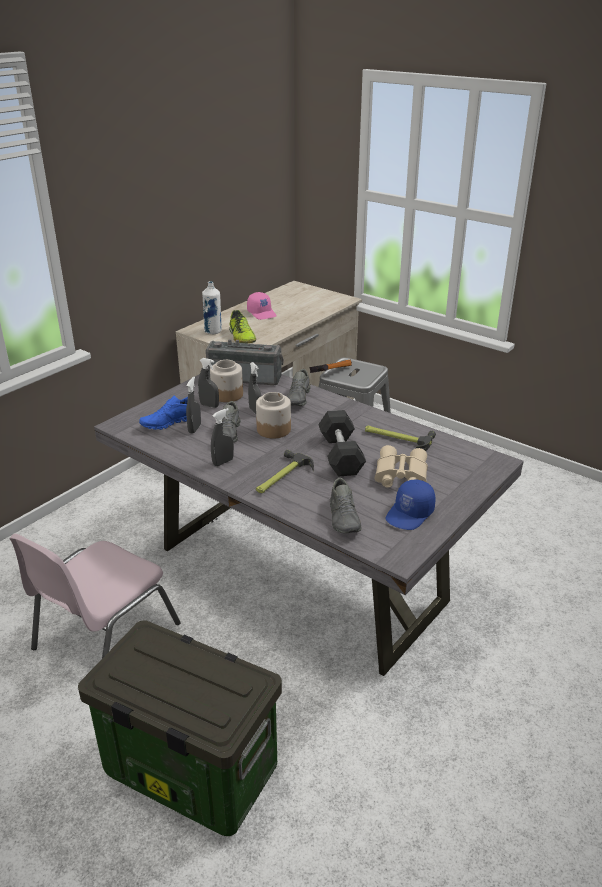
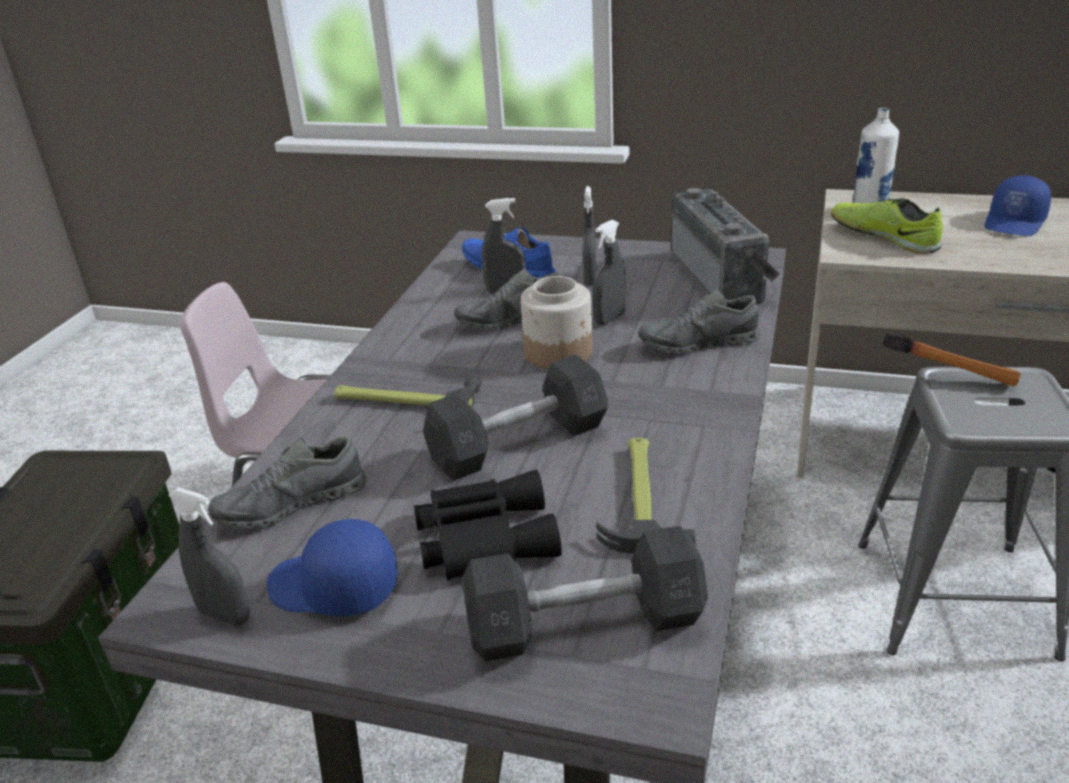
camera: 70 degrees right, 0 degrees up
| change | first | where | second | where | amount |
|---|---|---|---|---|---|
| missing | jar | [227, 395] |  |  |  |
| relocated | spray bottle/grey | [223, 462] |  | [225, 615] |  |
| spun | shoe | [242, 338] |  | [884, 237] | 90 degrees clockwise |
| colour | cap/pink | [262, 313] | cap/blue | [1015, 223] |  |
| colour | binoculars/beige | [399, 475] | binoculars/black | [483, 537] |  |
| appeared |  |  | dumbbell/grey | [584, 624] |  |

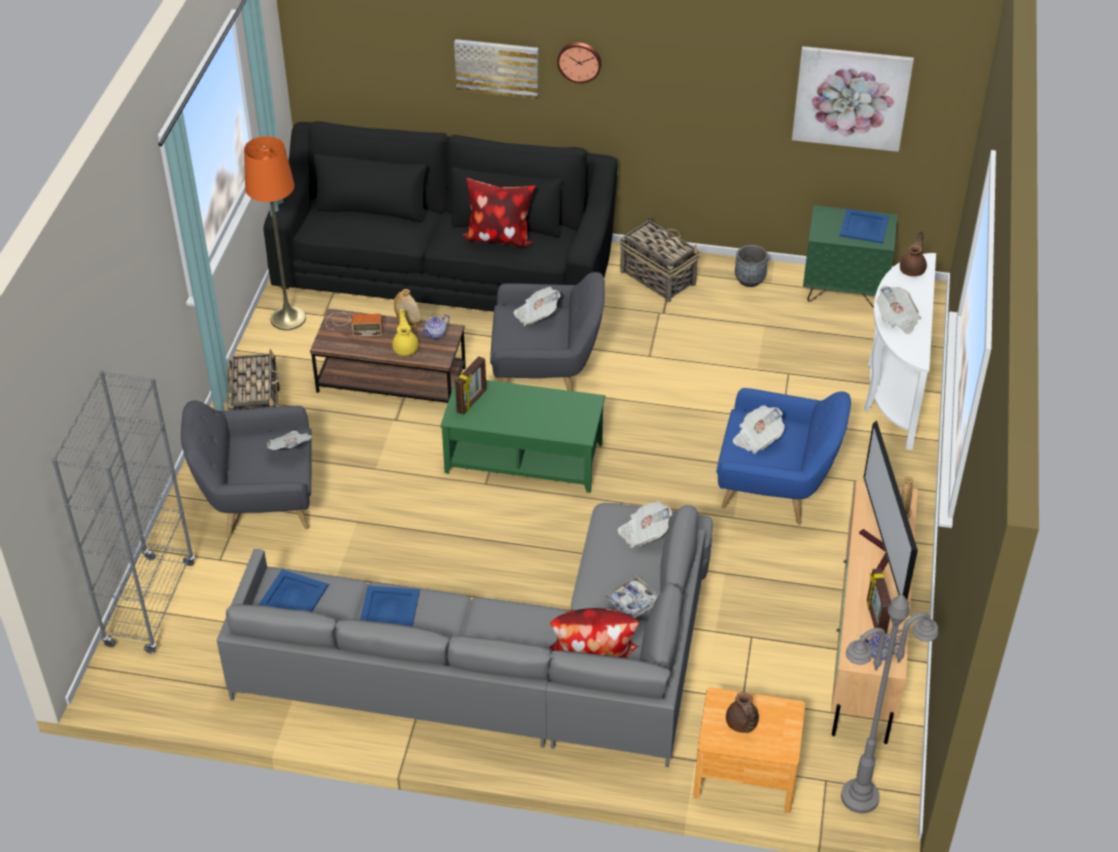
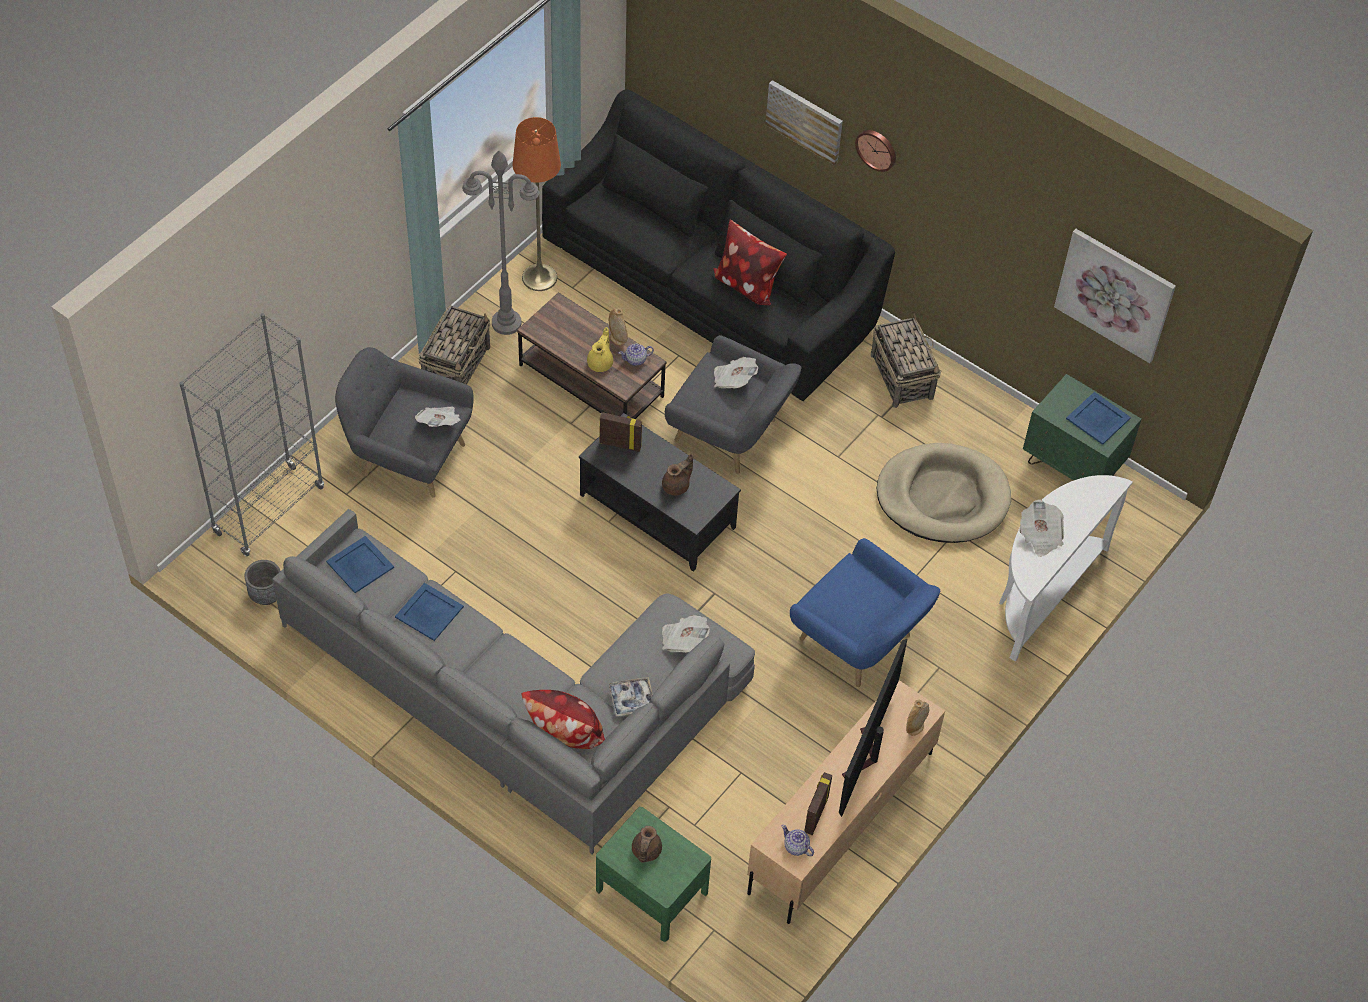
camera: 25 degrees right, 10 degrees up
| change | first | where | second | where | amount |
|---|---|---|---|---|---|
| missing | radio | [352, 325] |  |  |  |
| colour | coffee table/green | [523, 459] | coffee table/black | [656, 512] |  |
| spun | picture frame | [472, 401] |  | [620, 444] | 135 degrees counterclockwise |
| colour | nightstand/brown | [745, 773] | nightstand/green | [651, 891] |  |
| missing | newspaper | [757, 439] |  |  |  |
| relocated | planter/grey | [749, 280] |  | [266, 594] |  |
| relocated | floor lamp/grey | [860, 796] |  | [507, 323] |  |
| relocated | teapot/brown | [913, 269] |  | [677, 486] |  |
| appeared |  |  | dog bed/beige | [942, 497] |  |

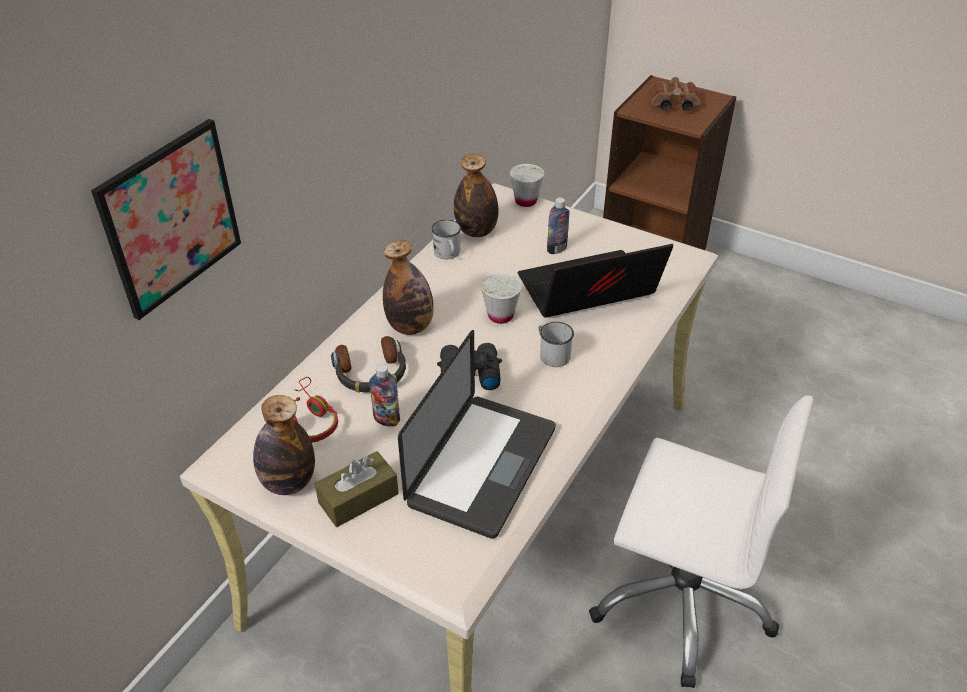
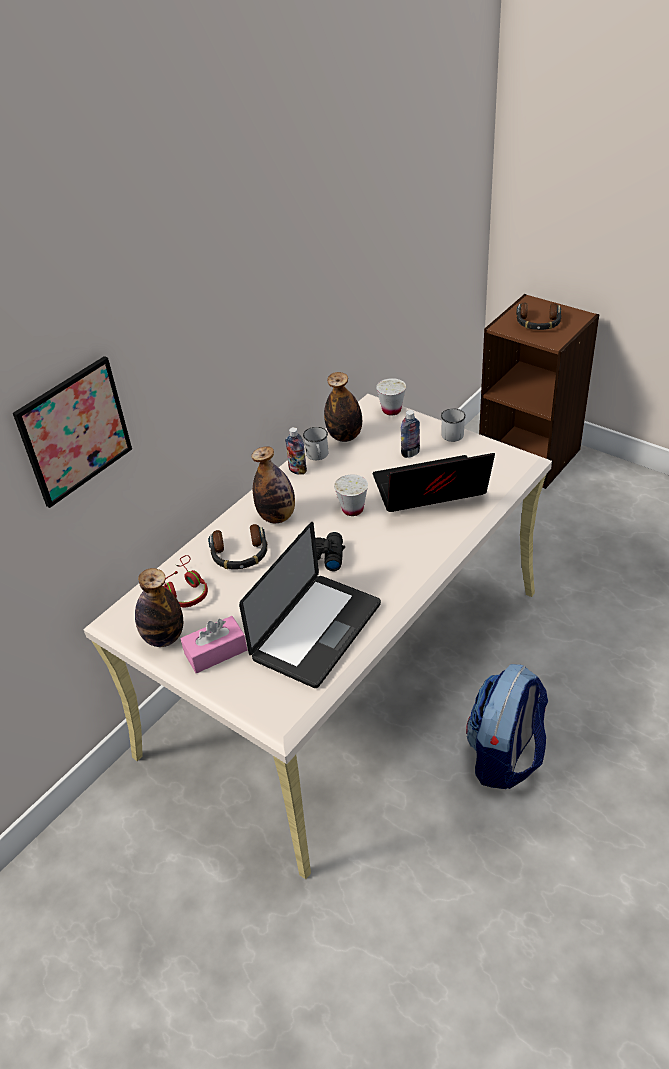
camera: 10 degrees right, 0 degrees up
| change | first | where | second | where | amount |
|---|---|---|---|---|---|
| colour | tissue box/brown | [358, 498] | tissue box/pink | [216, 652] |  |
| relocated | bottle | [386, 419] |  | [297, 470] |  |
| relocated | mug/white | [551, 354] |  | [450, 433] |  |
| exchanged | office chair/white | [681, 599] | backpack | [505, 757] |  |
| exchanged | binoculars/brown | [672, 105] | headphones | [538, 323] |  |

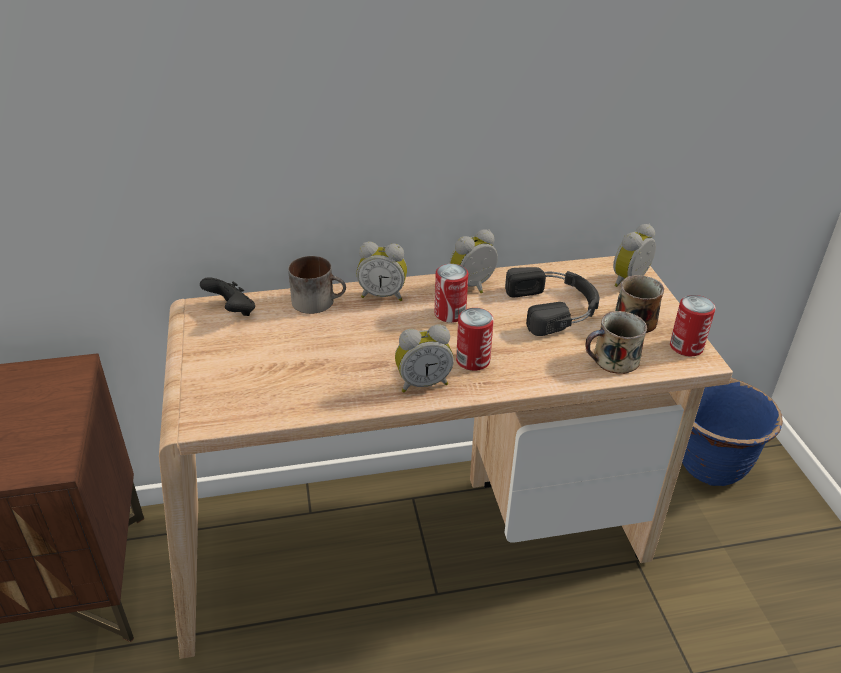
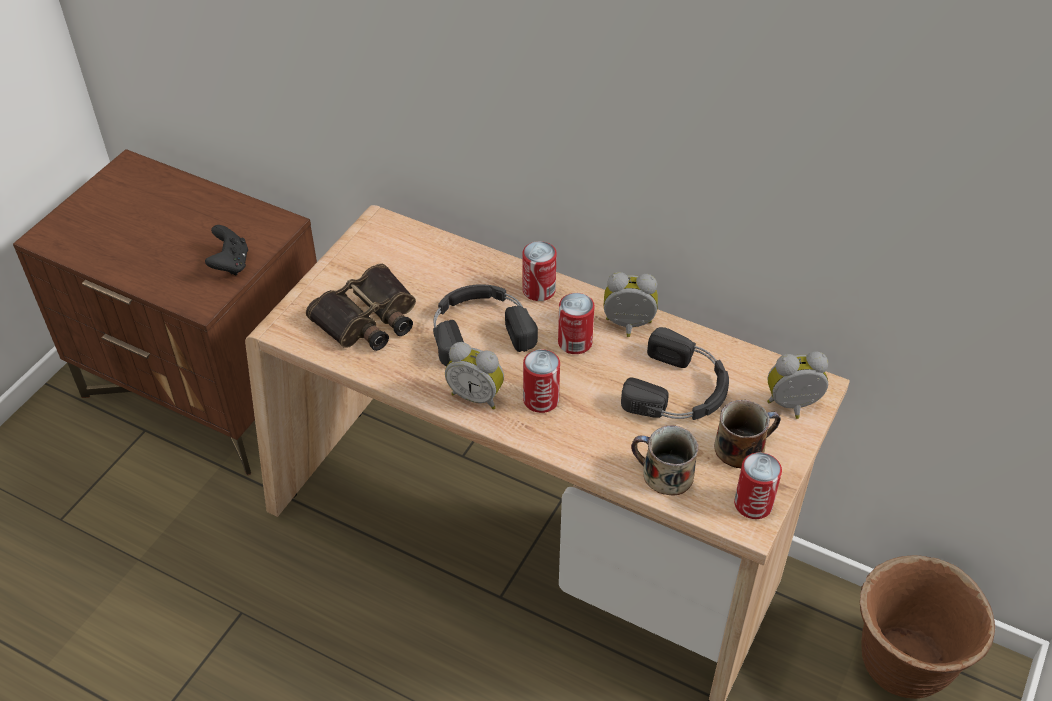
camera: 40 degrees right, 10 degrees up
| change | first | where | second | where | amount |
|---|---|---|---|---|---|
| relocated | game controller/black | [232, 311] |  | [230, 264] |  |
| missing | mug | [319, 301] |  |  |  |
| exchanged | alarm clock | [383, 295] | can | [539, 290] |  |
| colour | planter/blue | [710, 465] | planter/brown | [902, 663] |  |
| appeared |  |  | binoculars | [368, 319] |  |
| appeared |  |  | headphones/black | [479, 329] |  |

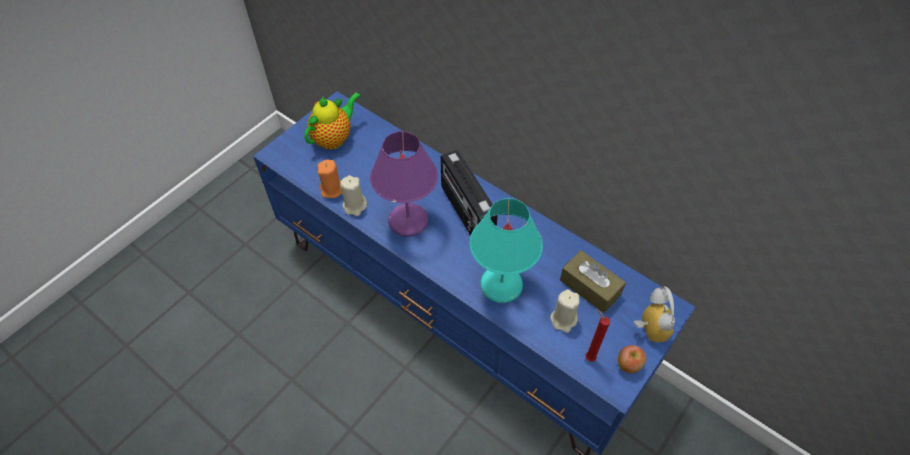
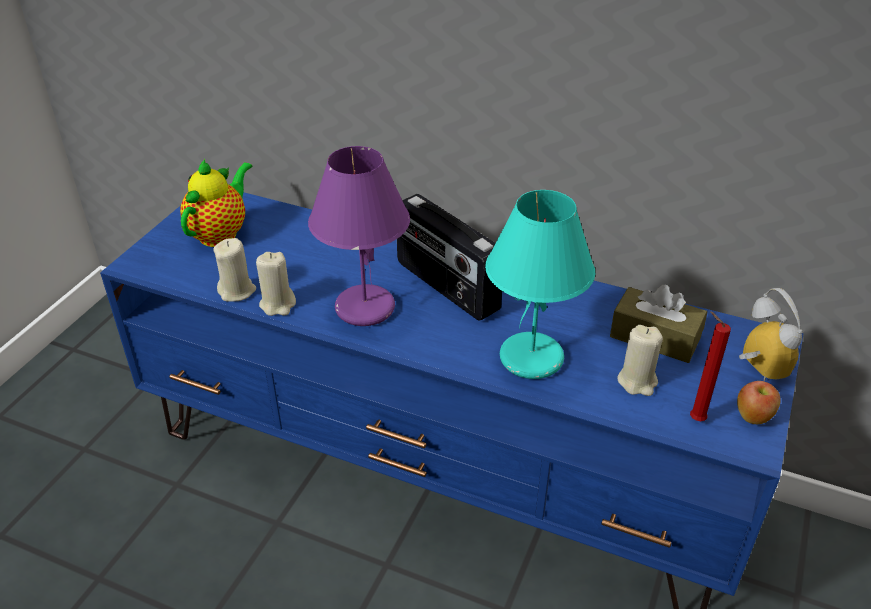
camera: 15 degrees left, 15 degrees down
| change | first | where | second | where | amount |
|---|---|---|---|---|---|
| colour | candle/orange | [332, 189] | candle/beige | [237, 291] |  |

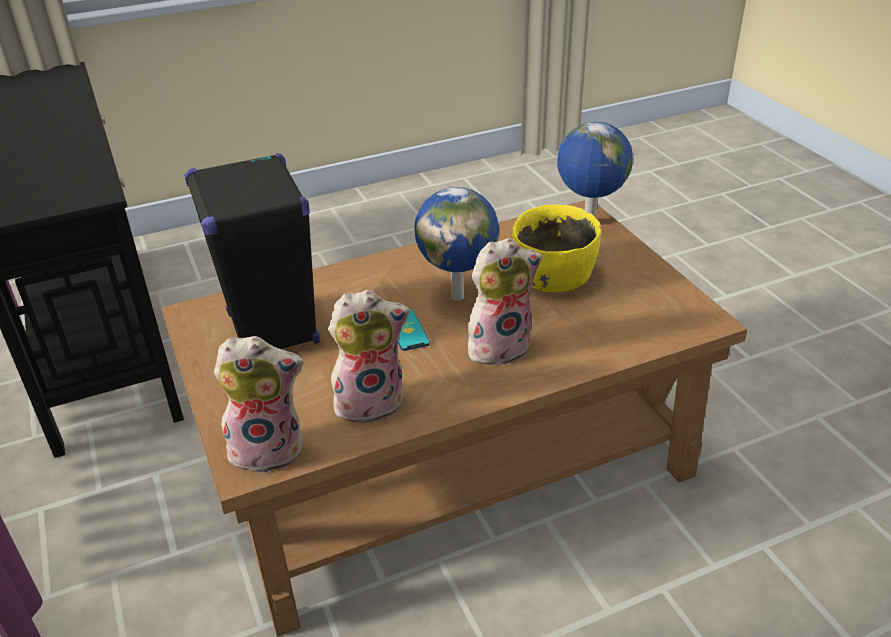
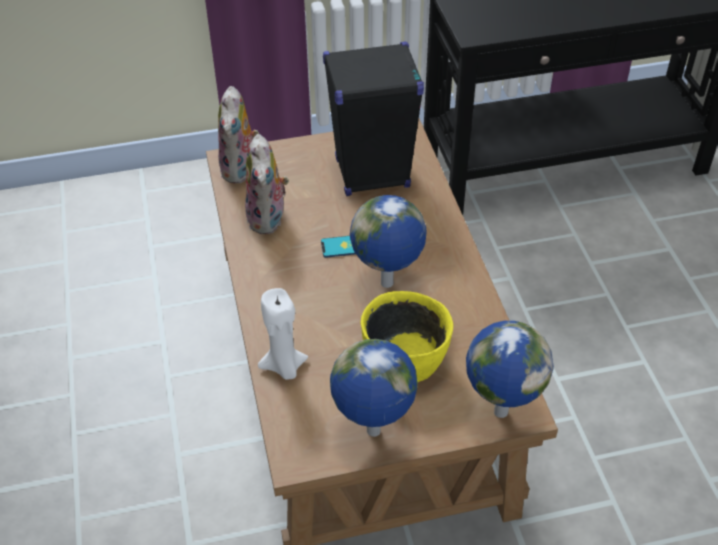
camera: 100 degrees right, 10 degrees up
| change | first | where | second | where | amount |
|---|---|---|---|---|---|
| missing | plush toy | [499, 346] |  |  |  |
| appeared |  |  | candle/white | [284, 367] |  |
| appeared |  |  | globe | [373, 432] |  |

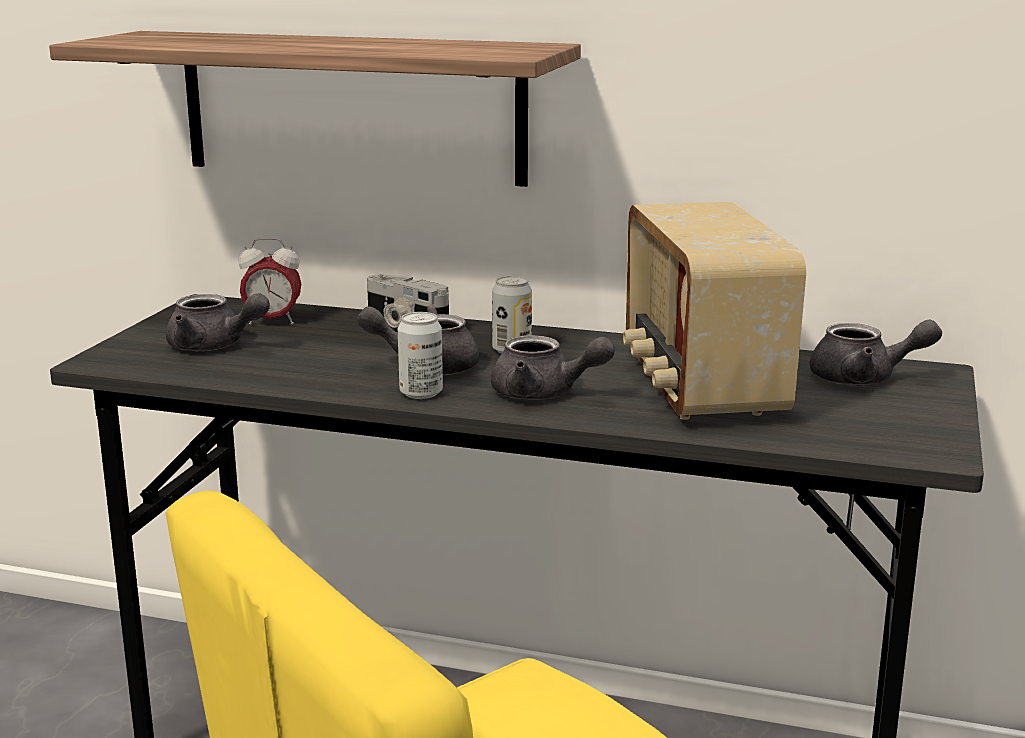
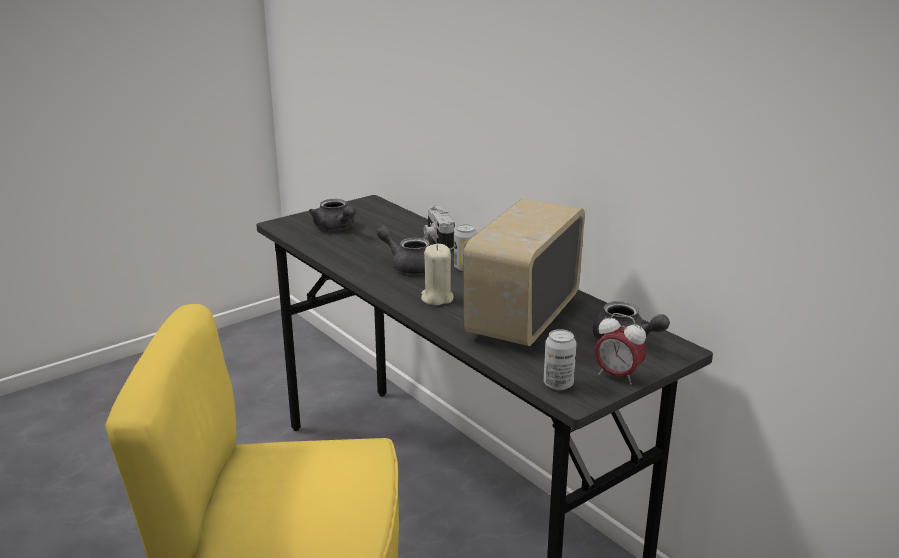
camera: 35 degrees right, 5 degrees up
| change | first | where | second | where | amount |
|---|---|---|---|---|---|
| missing | shelf | [352, 107] |  |  |  |
| relocated | alarm clock | [272, 321] |  | [617, 376] |  |
| relocated | can | [421, 393] |  | [558, 384] |  |
| exchanged | teapot/grey | [544, 394] | candle/beige | [437, 298] |  |

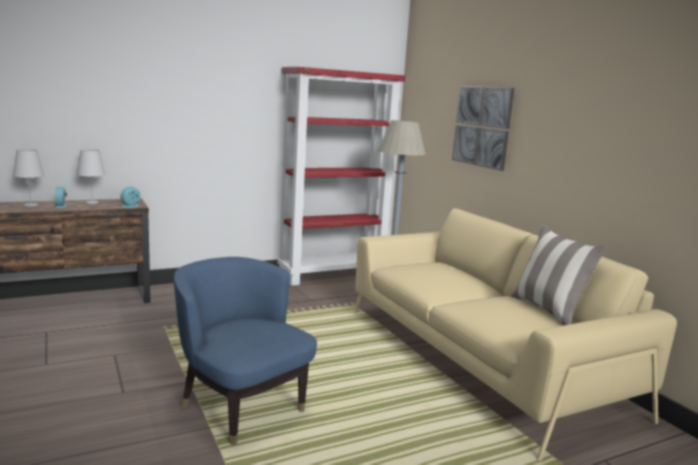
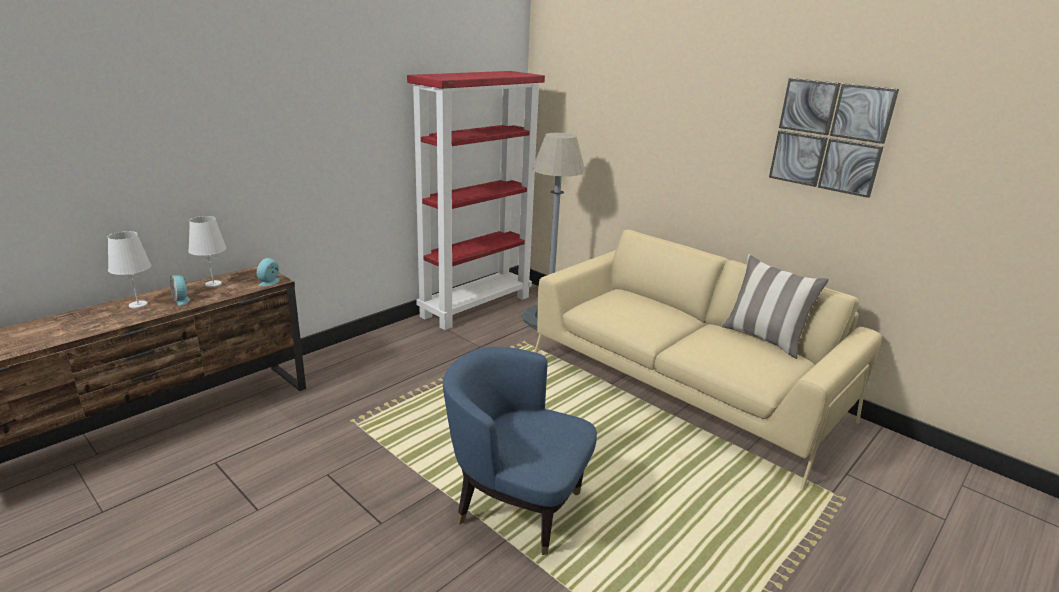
camera: 20 degrees left, 10 degrees up
| change | first | where | second | where | amount |
|---|---|---|---|---|---|
| relocated | picture | [482, 126] |  | [829, 136] |  |

